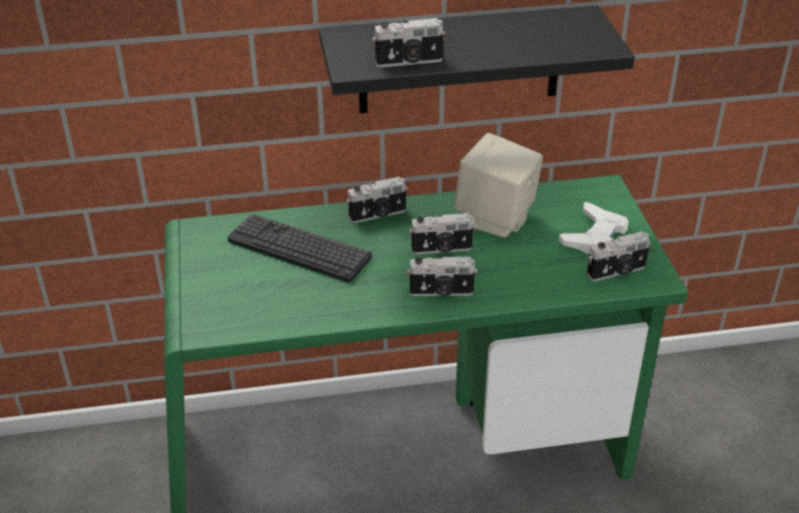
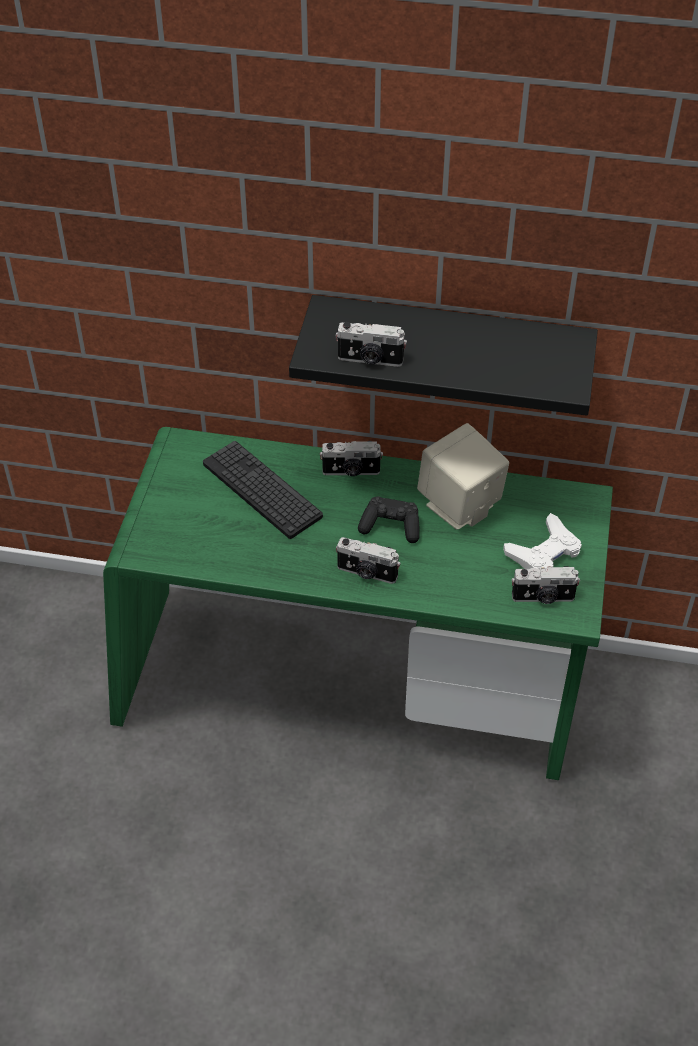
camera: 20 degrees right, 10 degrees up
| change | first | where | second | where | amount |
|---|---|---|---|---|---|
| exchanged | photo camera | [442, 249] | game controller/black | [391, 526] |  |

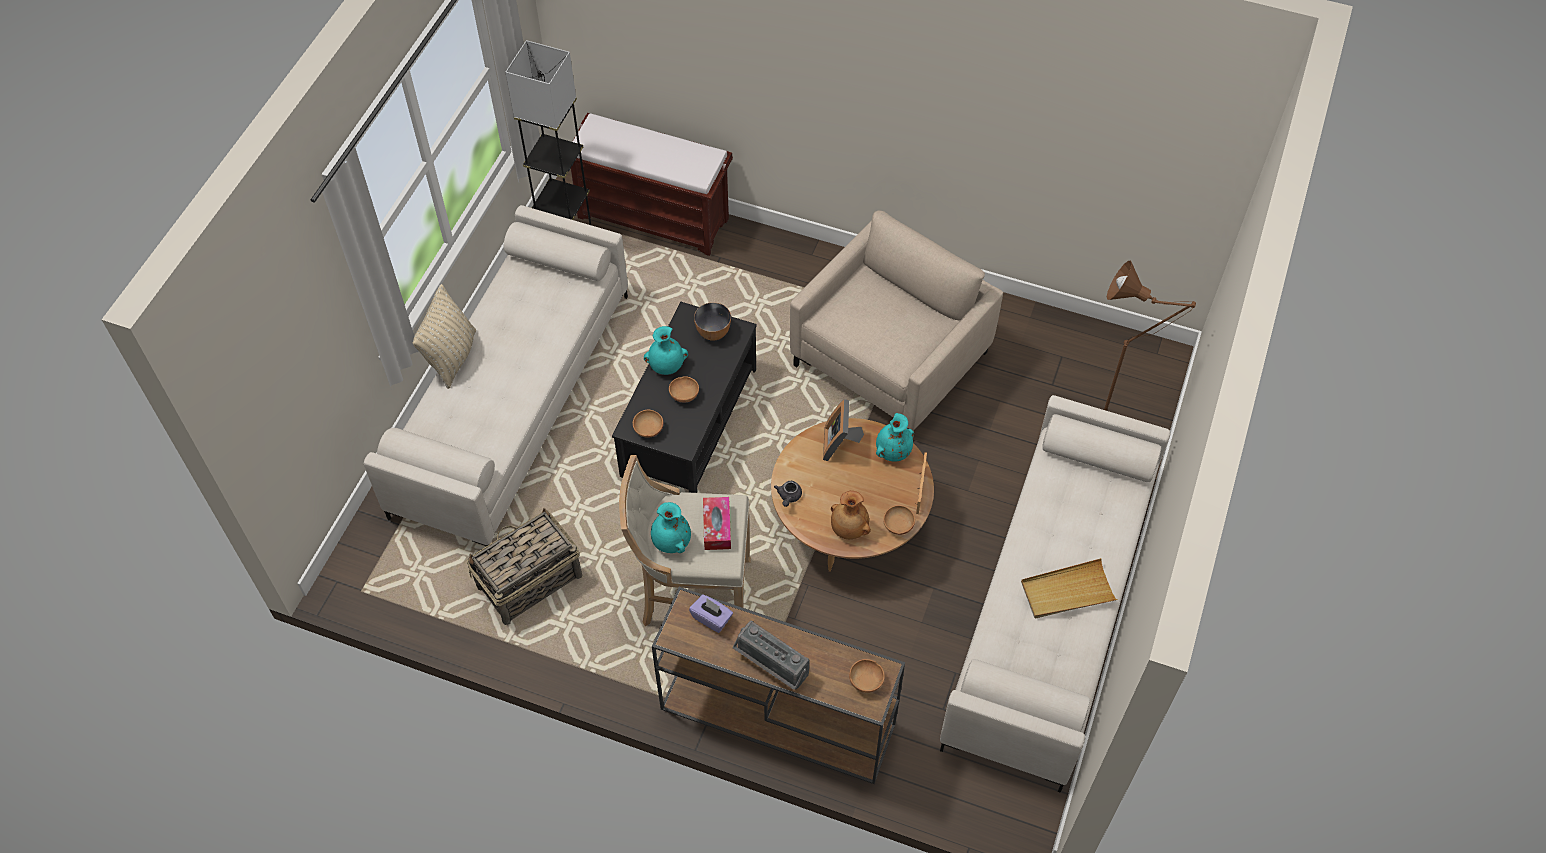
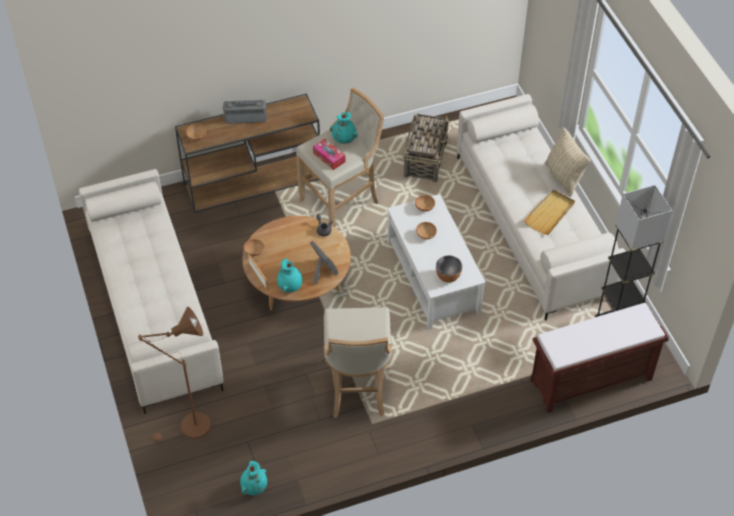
camera: 140 degrees right, 5 degrees down
| change | first | where | second | where | amount |
|---|---|---|---|---|---|
| colour | coffee table/black | [688, 422] | coffee table/white | [434, 277] |  |
| relocated | vase/turquoise | [666, 366] |  | [254, 486] |  |
| missing | tissue box/purple | [711, 618] |  |  |  |
| exchanged | armchair/beige | [891, 360] | stool/beige | [357, 389] |  |
| missing | vase/brown | [848, 529] |  |  |  |
| relocated | tray/beige | [1067, 591] |  | [550, 214] |  |

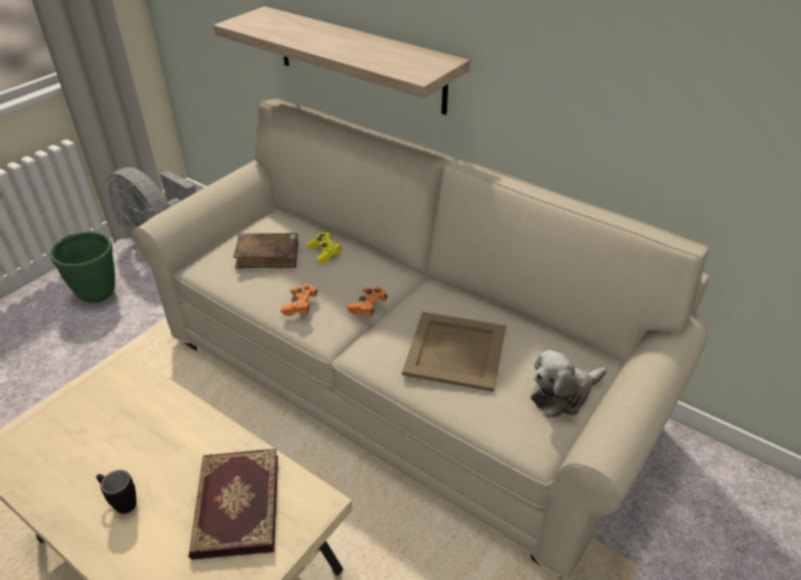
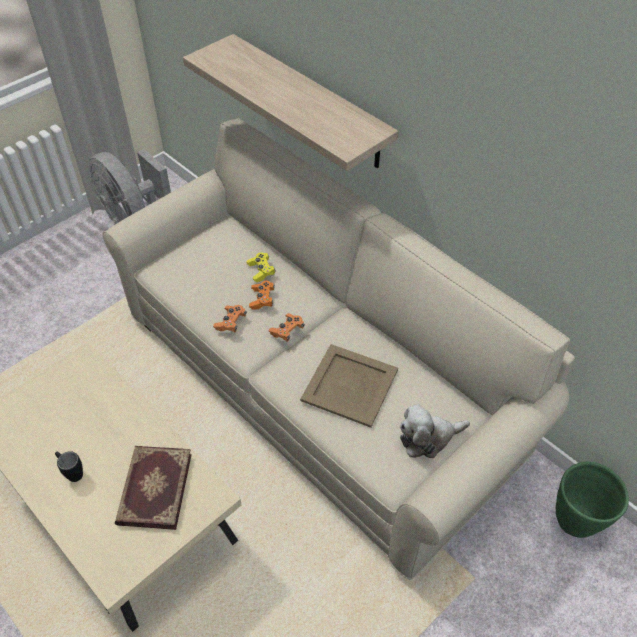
camera: 10 degrees right, 10 degrees up
| change | first | where | second | where | amount |
|---|---|---|---|---|---|
| relocated | planter/green | [98, 294] |  | [576, 521] |  |
| missing | book/brown | [268, 256] |  |  |  |
| appeared |  |  | game controller/orange | [262, 299] |  |

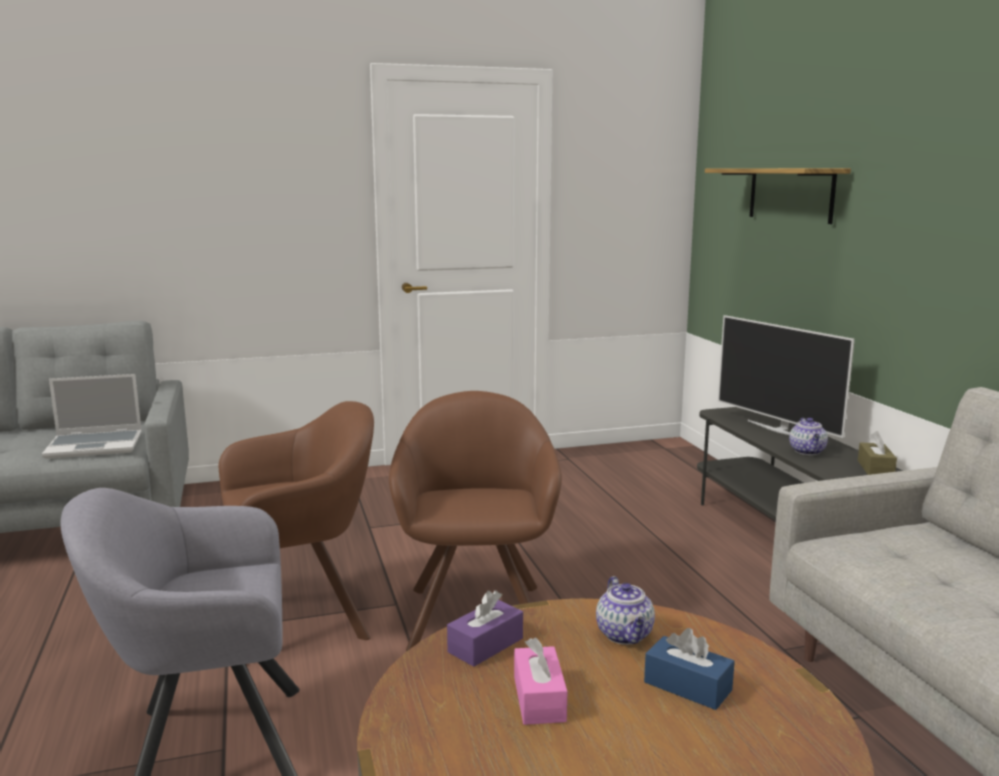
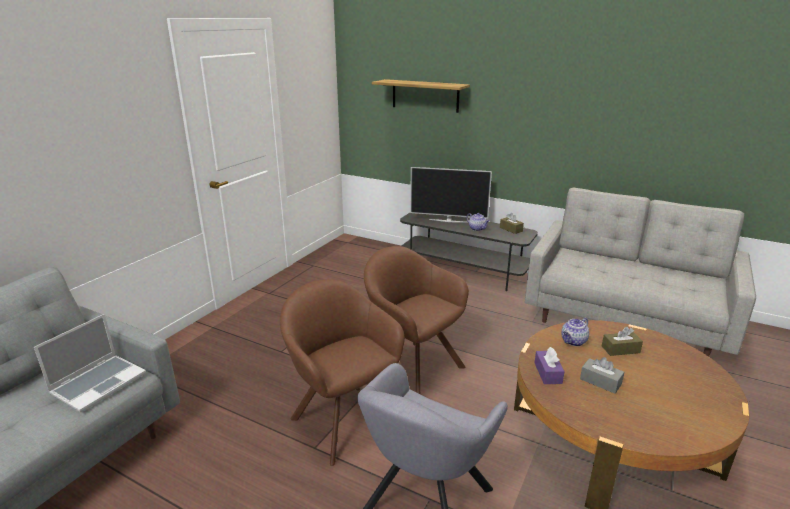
camera: 45 degrees left, 10 degrees up
| change | first | where | second | where | amount |
|---|---|---|---|---|---|
| spun | armchair/brown | [304, 617] |  | [343, 417] | 60 degrees counterclockwise |
| colour | tissue box/pink | [539, 699] | tissue box/grey | [600, 381] |  |
| spun | teapot | [625, 635] |  | [573, 341] | 105 degrees clockwise |
| colour | tissue box/blue | [687, 686] | tissue box/brown | [620, 349] |  |

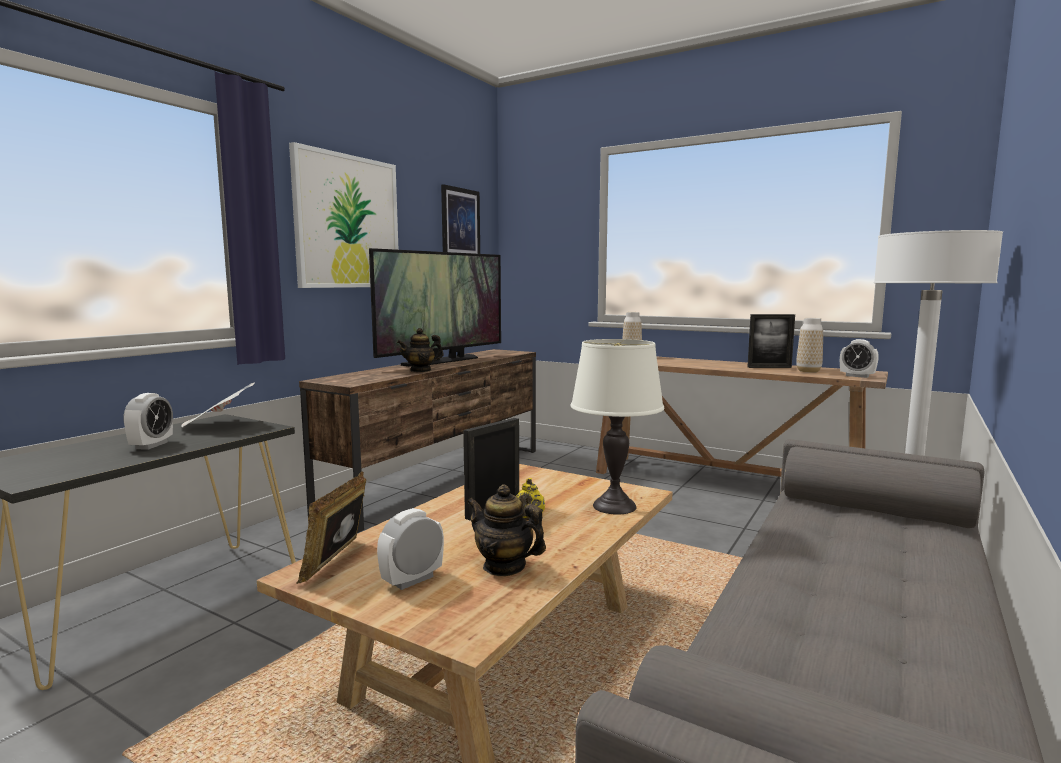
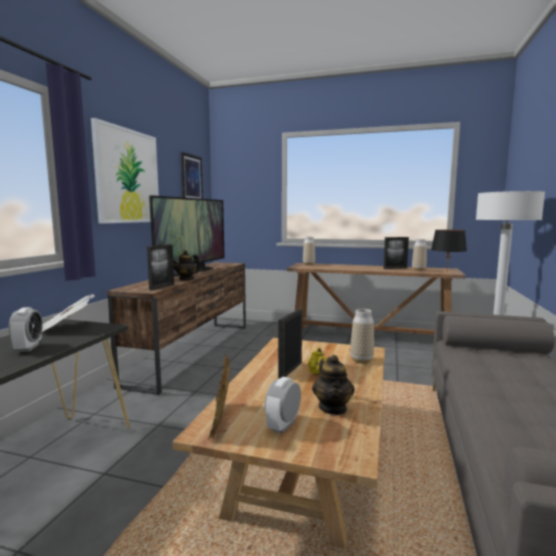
camera: 15 degrees left, 0 degrees up
| change | first | where | second | where | amount |
|---|---|---|---|---|---|
| spun | teapot | [504, 566] |  | [333, 408] | 105 degrees counterclockwise |
| exchanged | table lamp/white | [614, 506] | vase | [361, 360] |  |
| exchanged | alarm clock | [857, 376] | table lamp/black | [447, 272] |  |
| appeared |  |  | picture frame | [162, 287] |  |

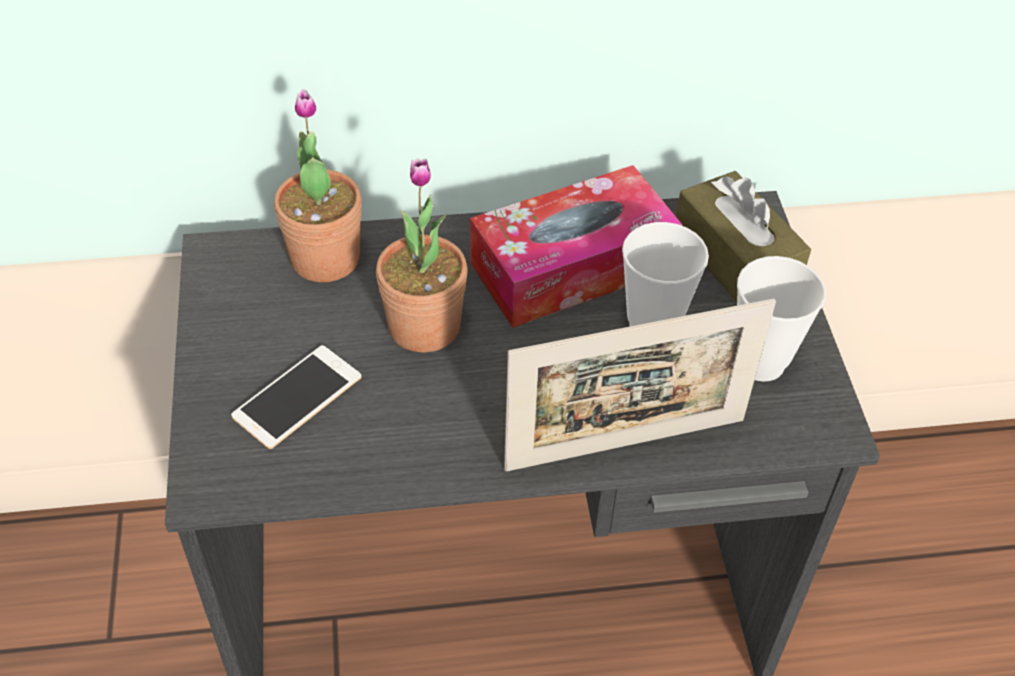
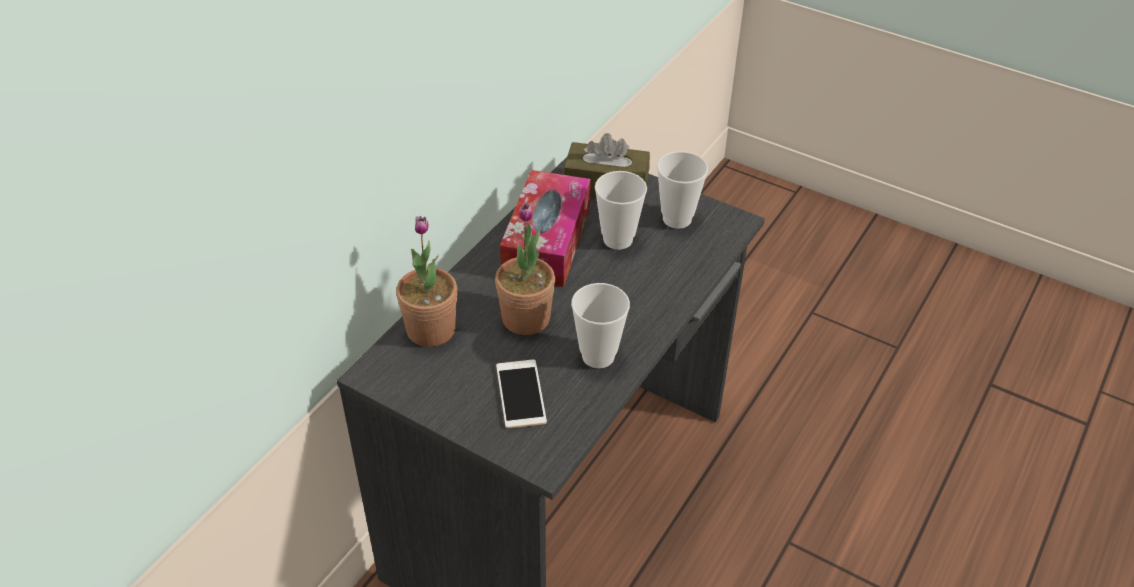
camera: 50 degrees left, 5 degrees down
| change | first | where | second | where | amount |
|---|---|---|---|---|---|
| missing | picture frame | [625, 444] |  |  |  |
| appeared |  |  | cup | [598, 356] |  |

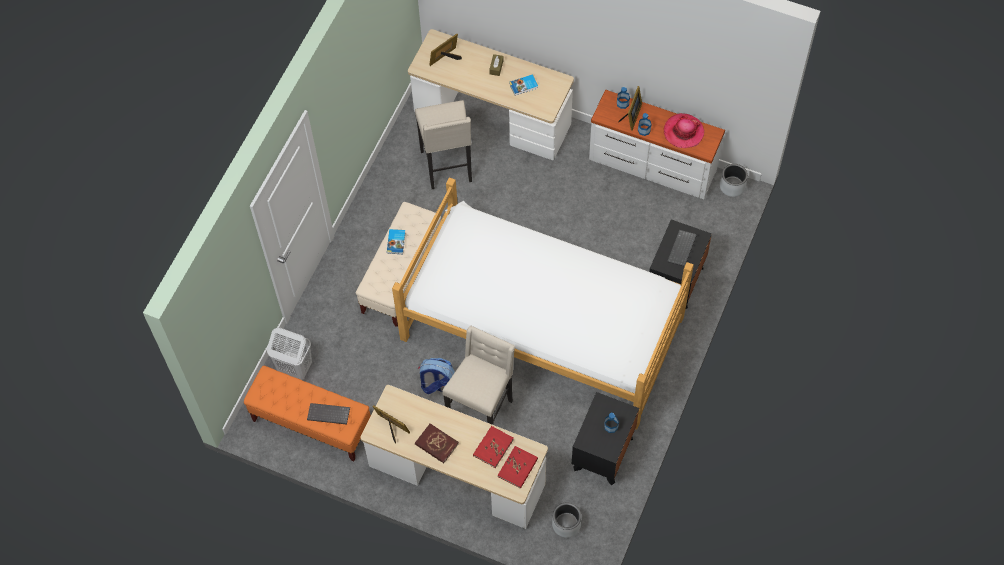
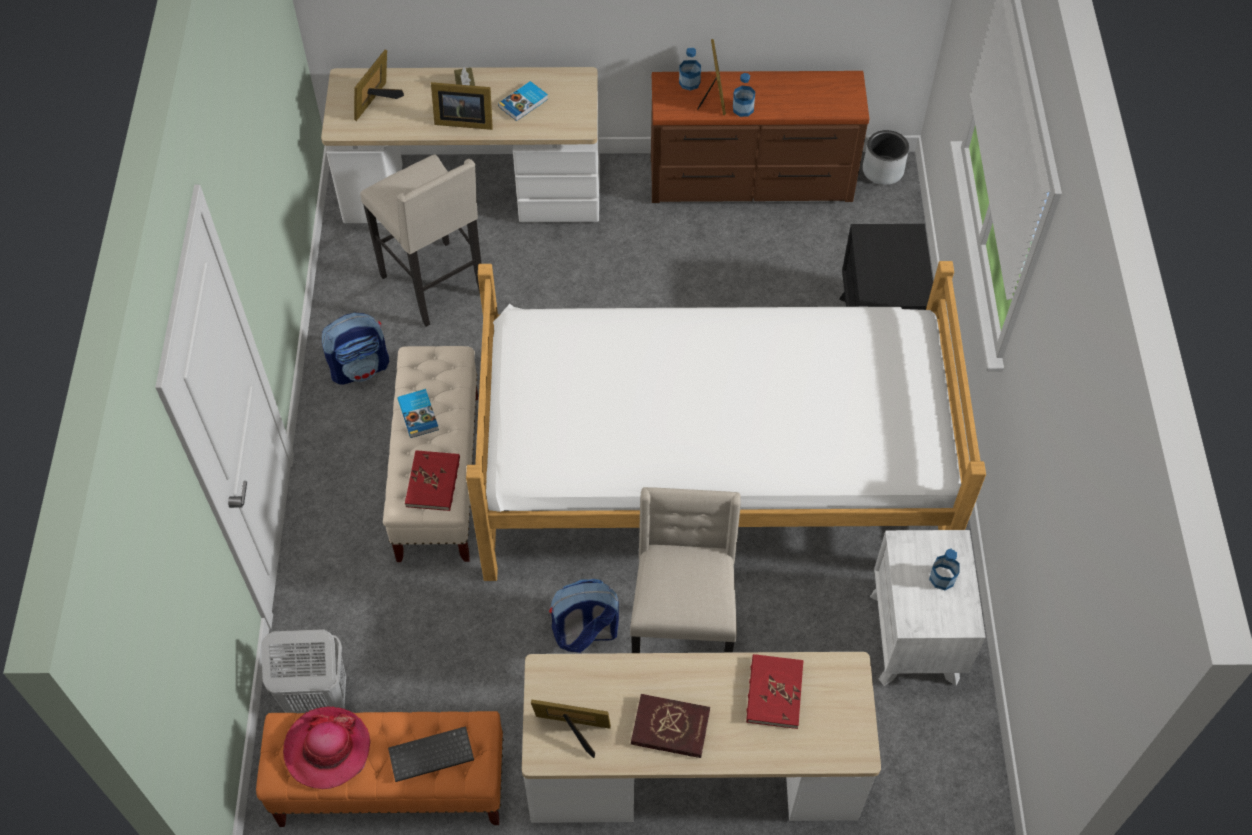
camera: 25 degrees left, 5 degrees down
| change | first | where | second | where | amount |
|---|---|---|---|---|---|
| relocated | book/red | [518, 468] |  | [433, 482] |  |
| missing | planter/grey | [566, 524] |  |  |  |
| colour | nightstand/black | [603, 453] | nightstand/white | [914, 637] |  |
| colour | dresser/white | [652, 165] | dresser/brown | [751, 181] |  |
| relocated | hat | [683, 132] |  | [327, 749] |  |
| missing | keyboard | [682, 249] |  |  |  |
| appeared |  |  | backpack | [360, 368] |  |
| appeared |  |  | picture frame | [462, 121] |  |

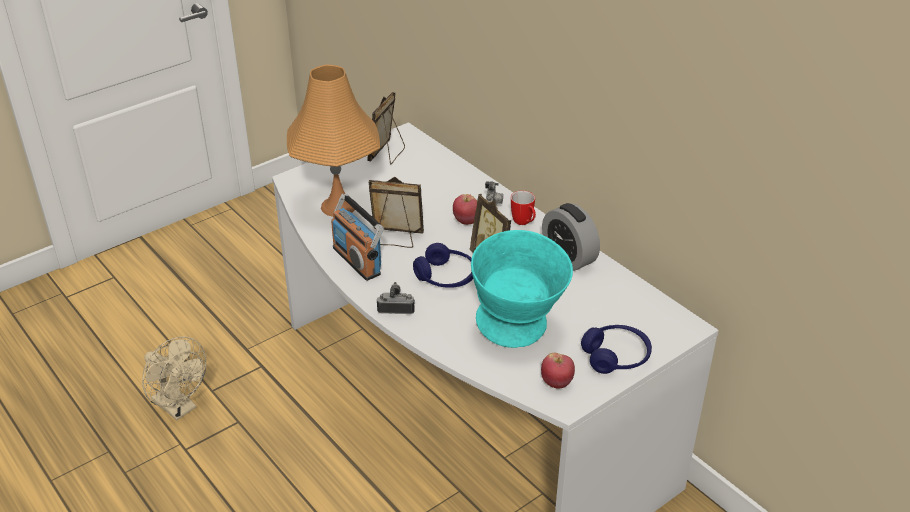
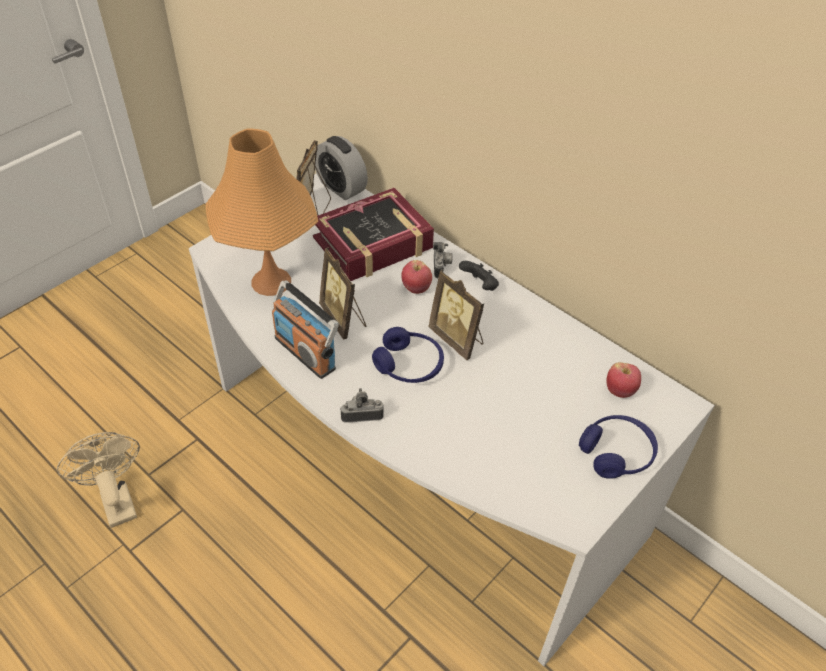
camera: 10 degrees left, 10 degrees up
| change | first | where | second | where | amount |
|---|---|---|---|---|---|
| spun | fan/beige | [179, 408] |  | [116, 499] | 150 degrees counterclockwise |
| spun | picture frame | [396, 238] |  | [344, 319] | 120 degrees counterclockwise |
| missing | bowl/turquoise | [518, 333] |  |  |  |
| exchanged | mug | [524, 223] | game controller/black | [479, 286] |  |
| relocated | apple | [557, 383] |  | [620, 391] |  |
| relocated | alarm clock | [568, 256] |  | [341, 187] |  |
| appeared |  |  | book | [373, 244] |  |

